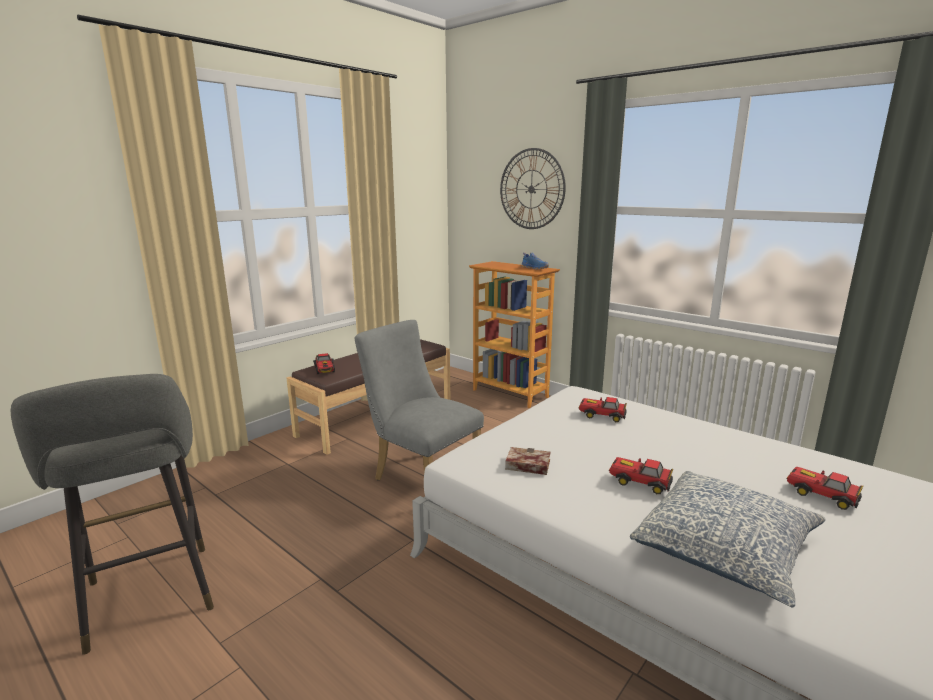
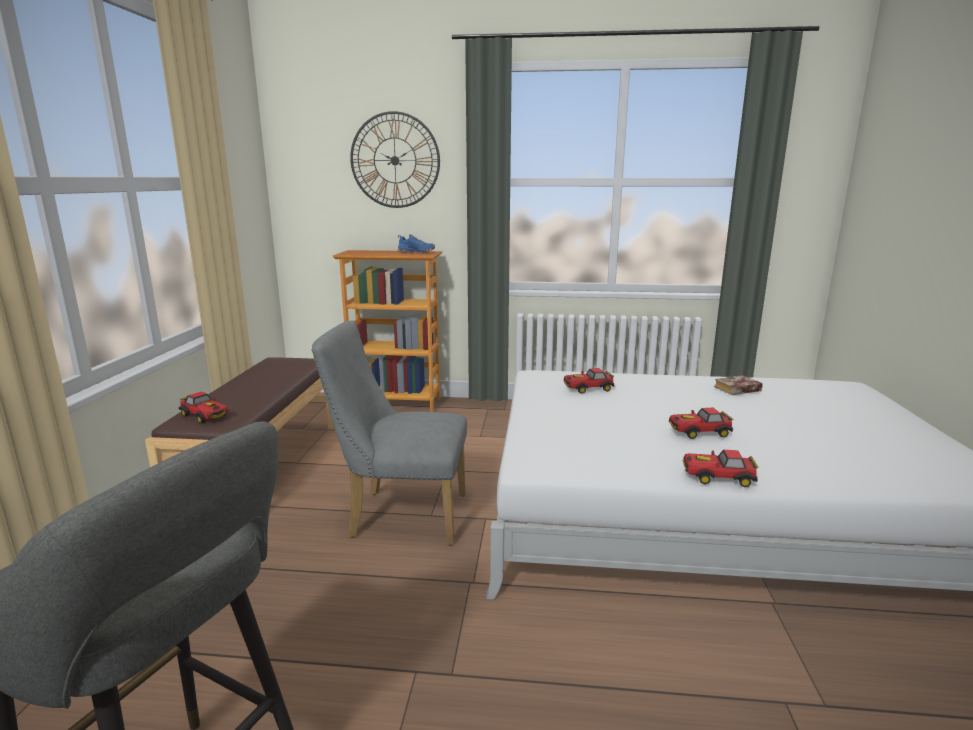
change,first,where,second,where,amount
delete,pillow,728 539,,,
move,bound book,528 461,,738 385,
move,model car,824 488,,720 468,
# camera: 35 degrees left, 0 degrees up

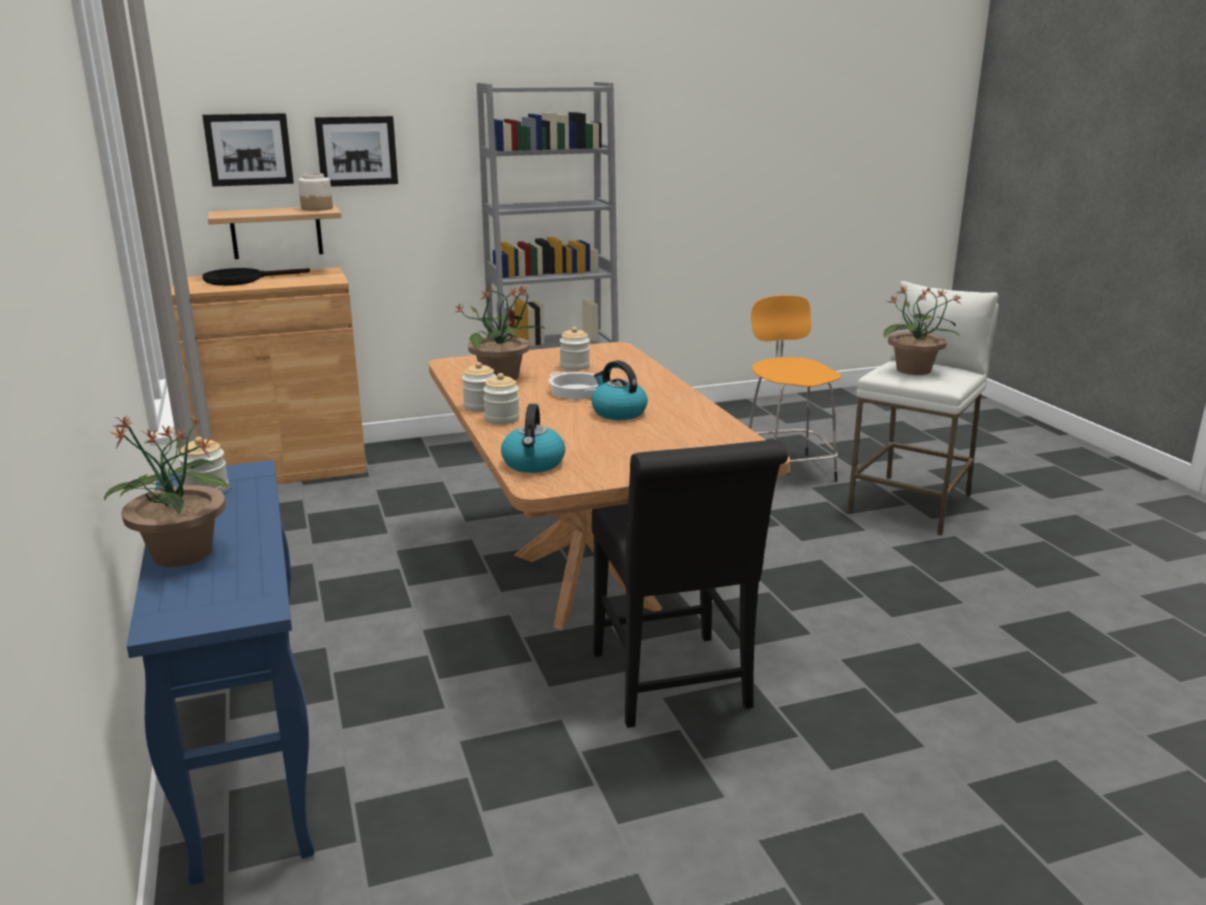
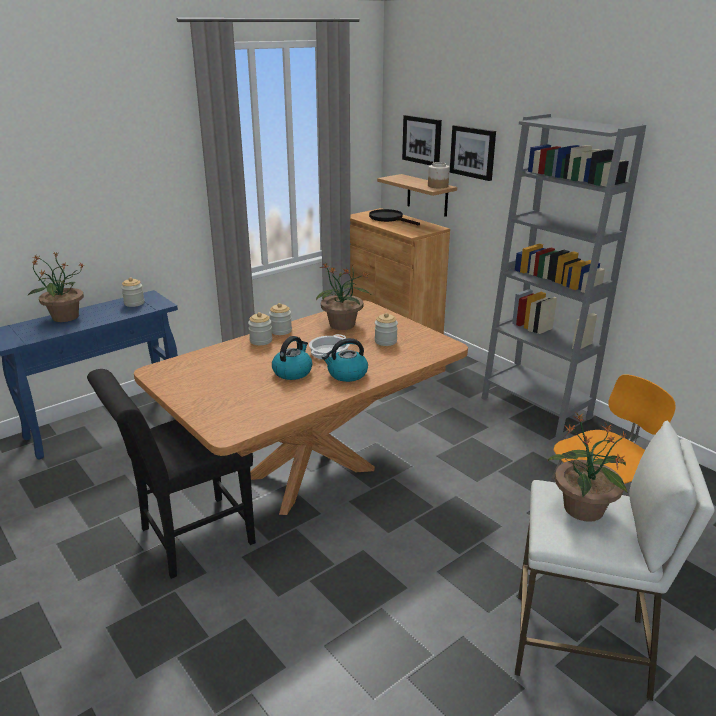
change,first,where,second,where,amount
move,water kettle,533 438,,345 360,
# camera: 70 degrees right, 5 degrees up

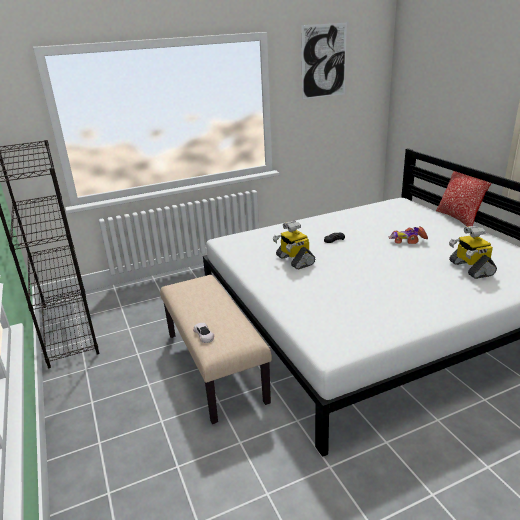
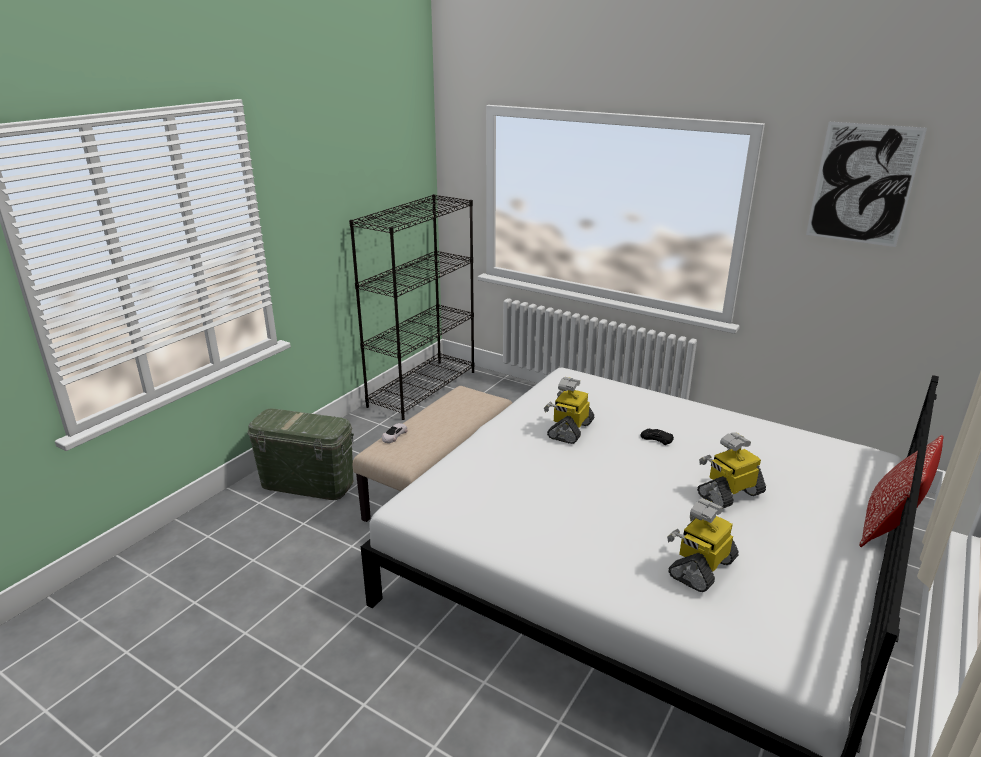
change,first,where,second,where,amount
insert,,,greenish storage box,300 454,
replace,model car,408 235,robot figure,731 470,
# camera: 55 degrees right, 0 degrees up

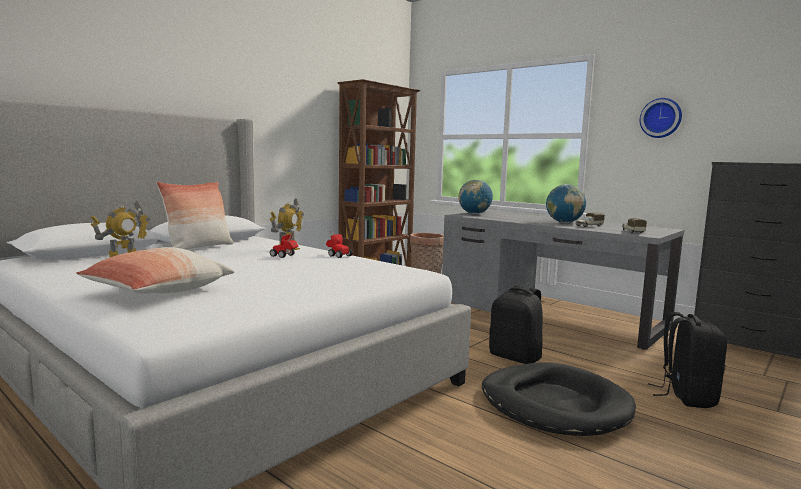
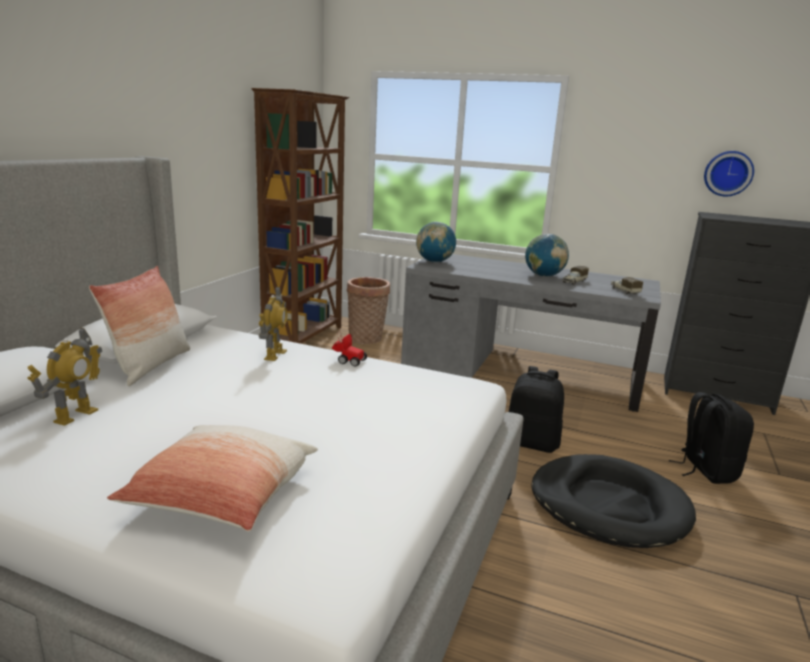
change,first,where,second,where,amount
delete,model car,283 245,,,
move,hanging clock,661 118,,729 174,
# camera: 20 degrees left, 10 degrees up

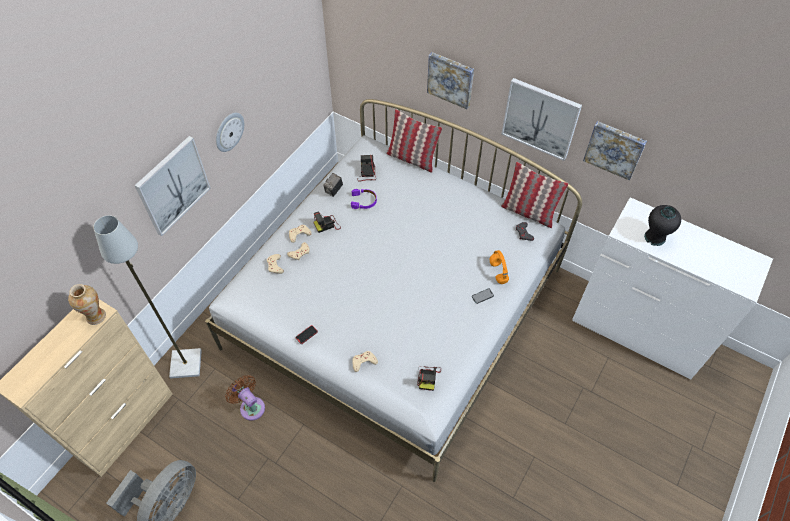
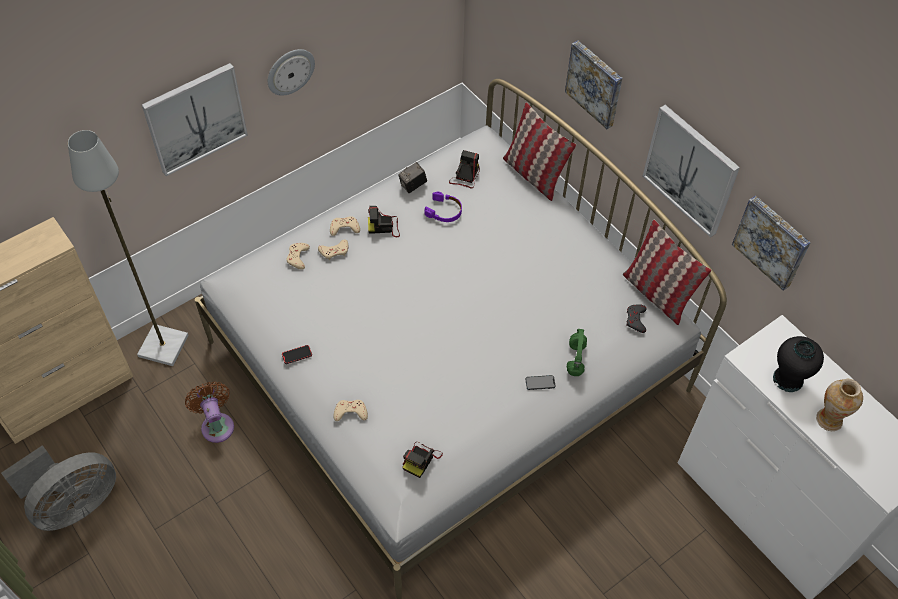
change,first,where,second,where,amount
move,flower vase,87 304,,839 405,
recolor,orange headphones,499 267,greenish headphones,576 352,
# camera: 20 degrees right, 0 degrees up

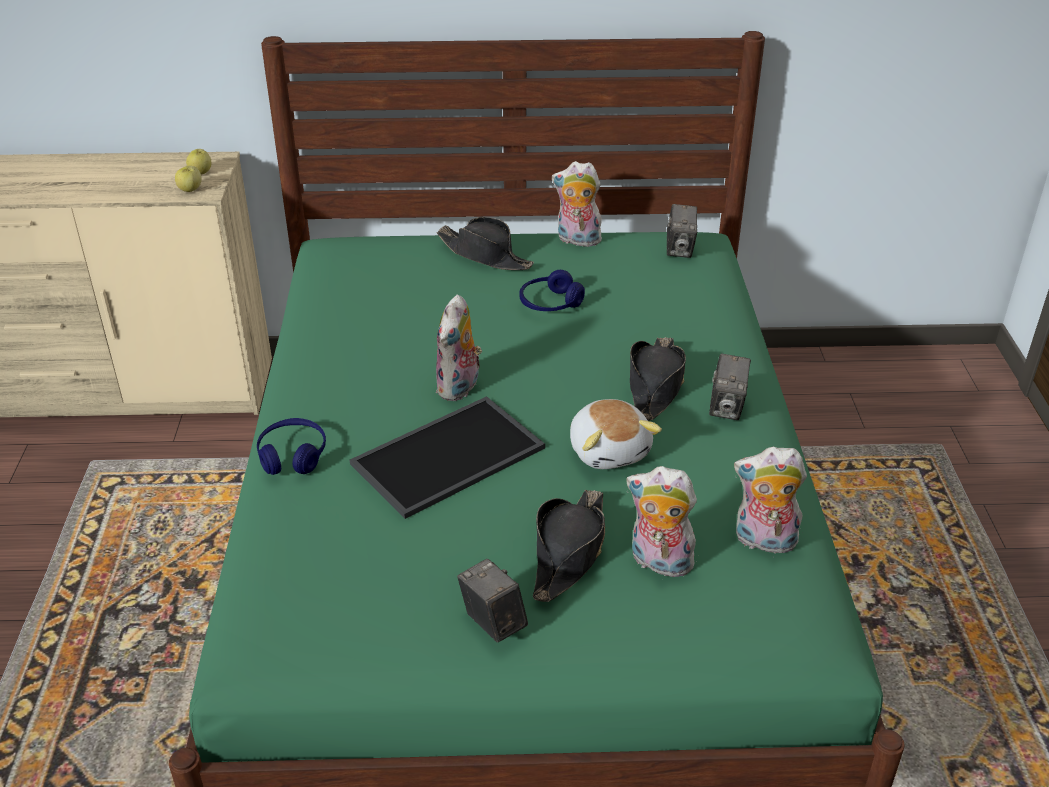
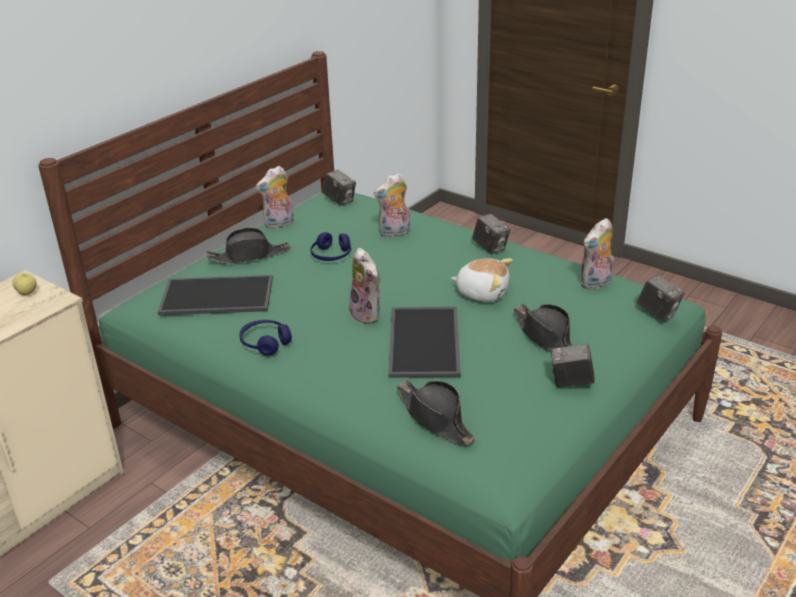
change,first,where,second,where,amount
delete,apple fruit,188 179,,,
insert,,,carrying tray,215 295,
insert,,,still camera,661 298,
move,blue headphones,291 446,,265 338,
move,plush toy,664 523,,391 205,
move,black wearable hat,658 379,,436 412,
# camera: 50 degrees left, 5 degrees down

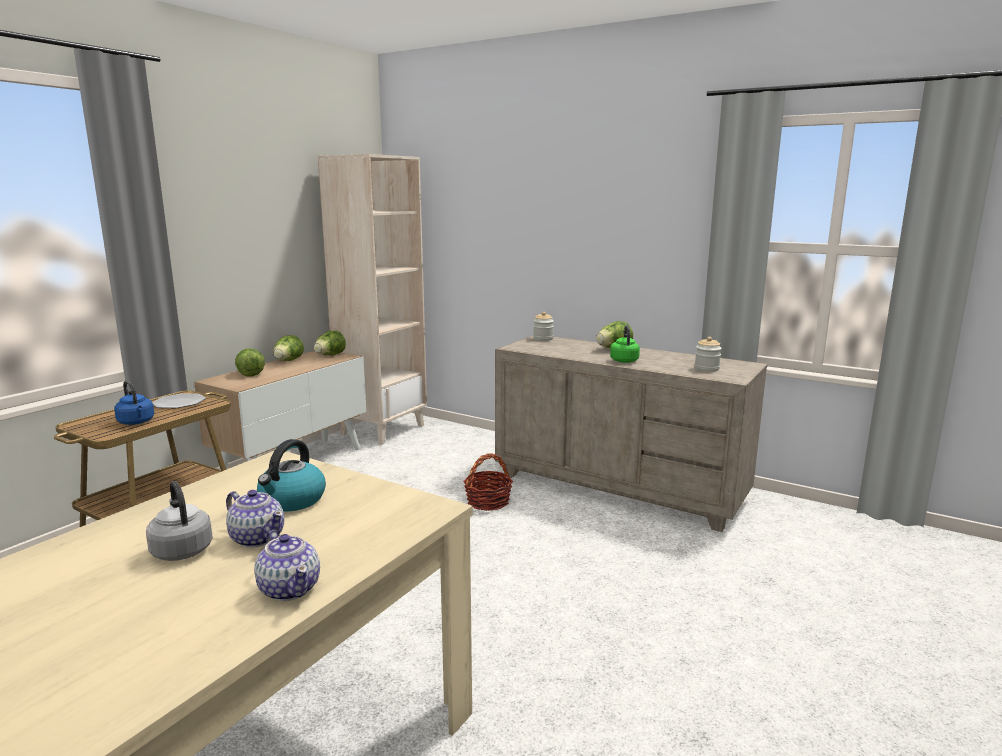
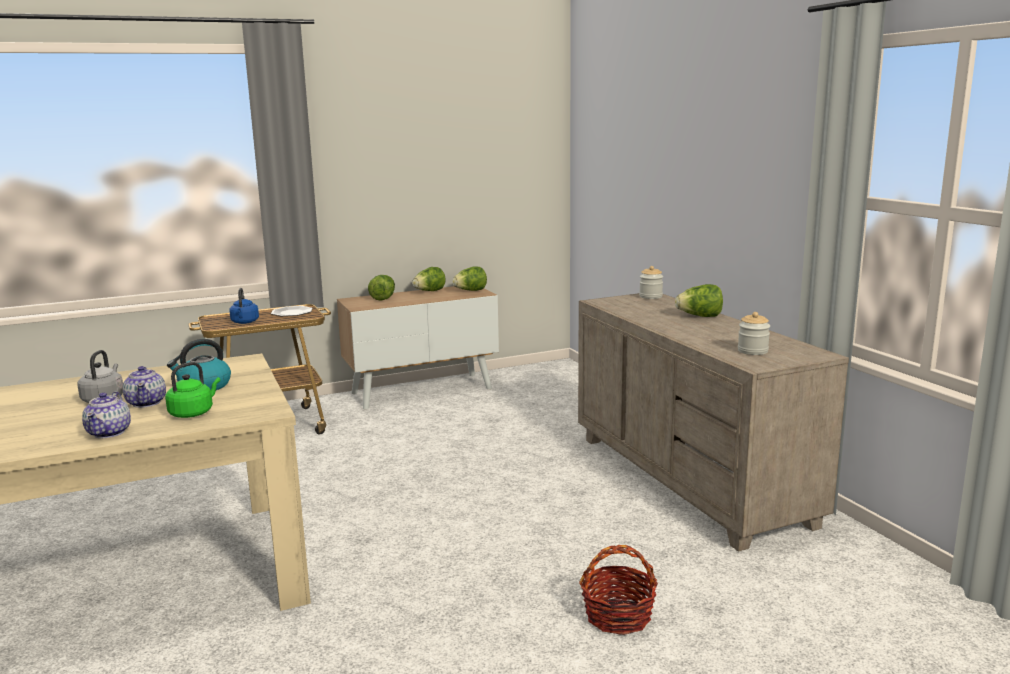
change,first,where,second,where,amount
delete,sand-coloured bookshelf,372 299,,,
move,household basket,488 482,,618 590,
move,greenish water kettle,625 344,,192 390,
# camera: 35 degrees right, 0 degrees up

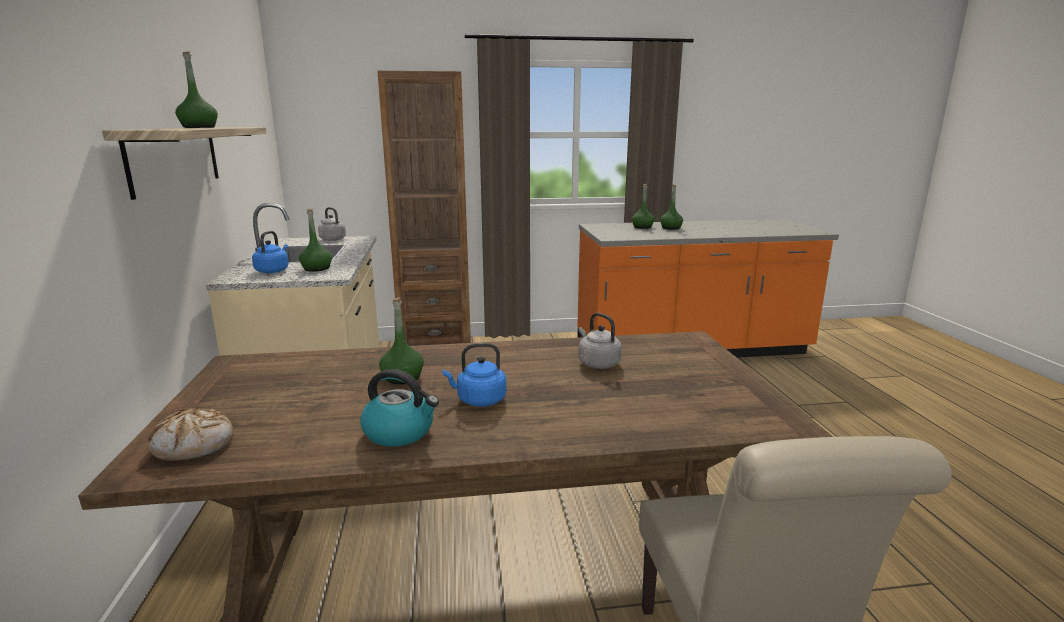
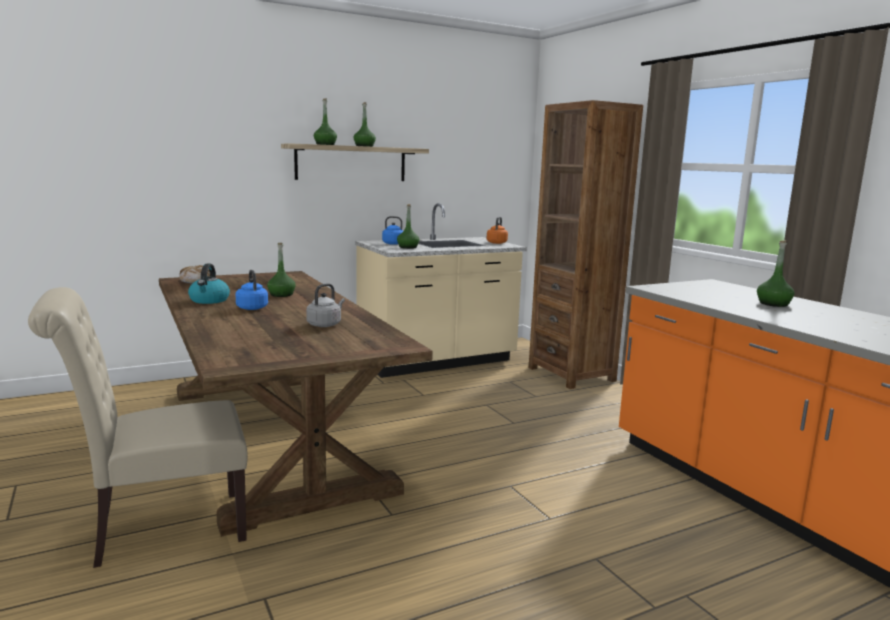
change,first,where,second,where,amount
move,greenish beverage bottle,643 206,,325 121,
recolor,gray water kettle,332 224,orange water kettle,497 230,
# camera: 70 degrees right, 5 degrees down

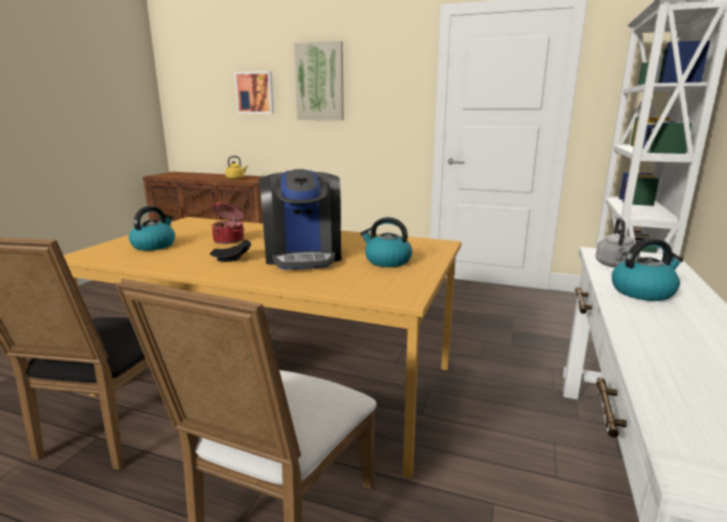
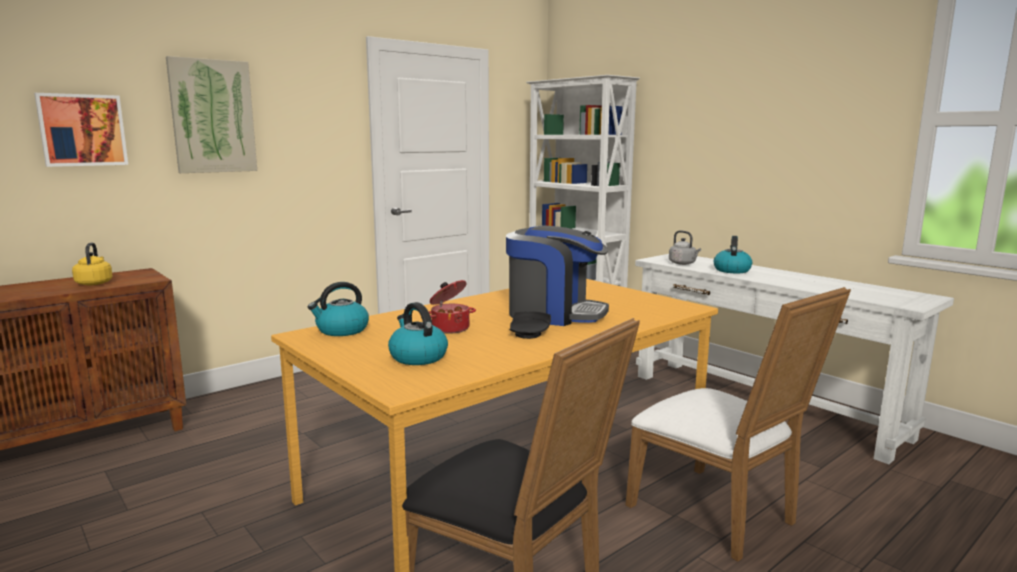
change,first,where,second,where,amount
move,water kettle,386 242,,338 309,
# camera: 60 degrees left, 5 degrees down

